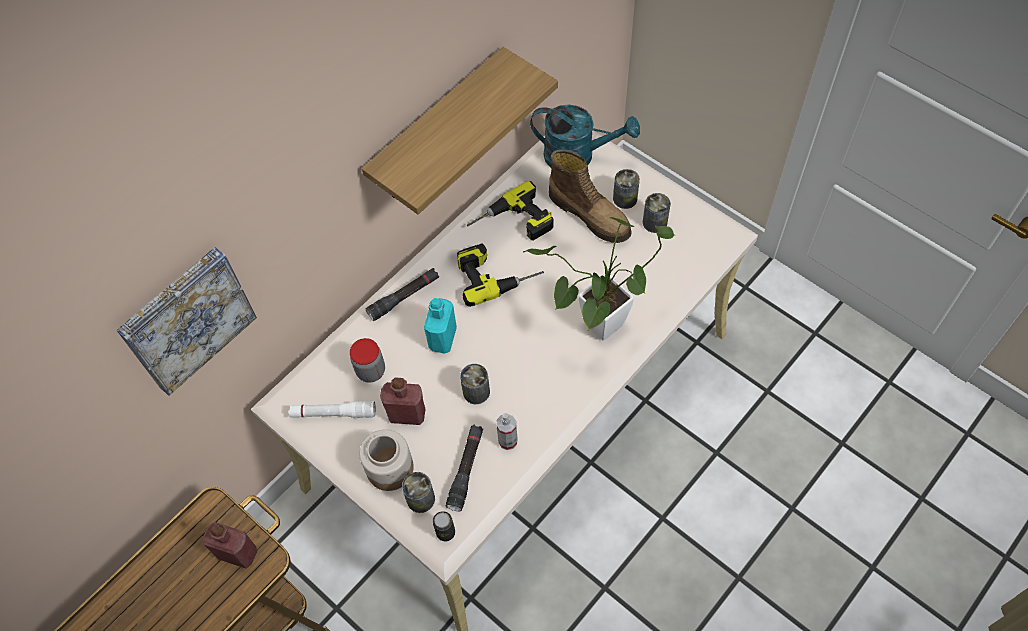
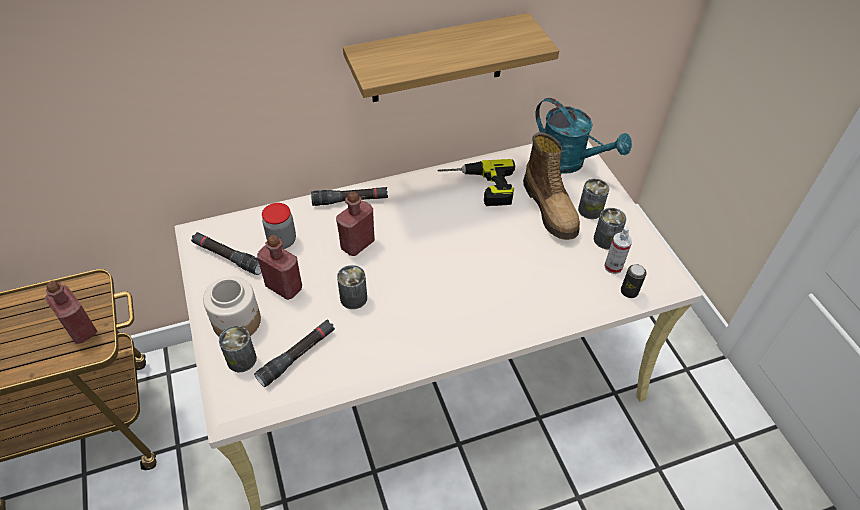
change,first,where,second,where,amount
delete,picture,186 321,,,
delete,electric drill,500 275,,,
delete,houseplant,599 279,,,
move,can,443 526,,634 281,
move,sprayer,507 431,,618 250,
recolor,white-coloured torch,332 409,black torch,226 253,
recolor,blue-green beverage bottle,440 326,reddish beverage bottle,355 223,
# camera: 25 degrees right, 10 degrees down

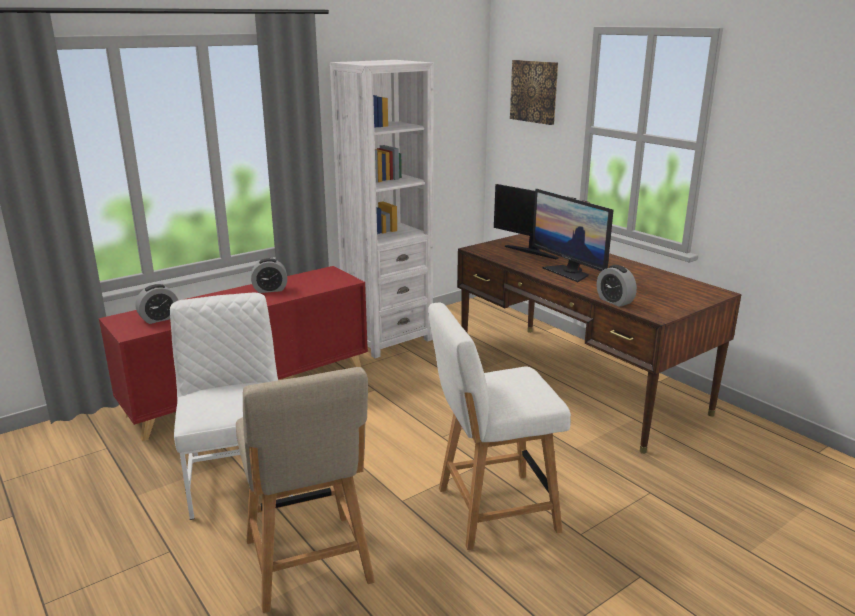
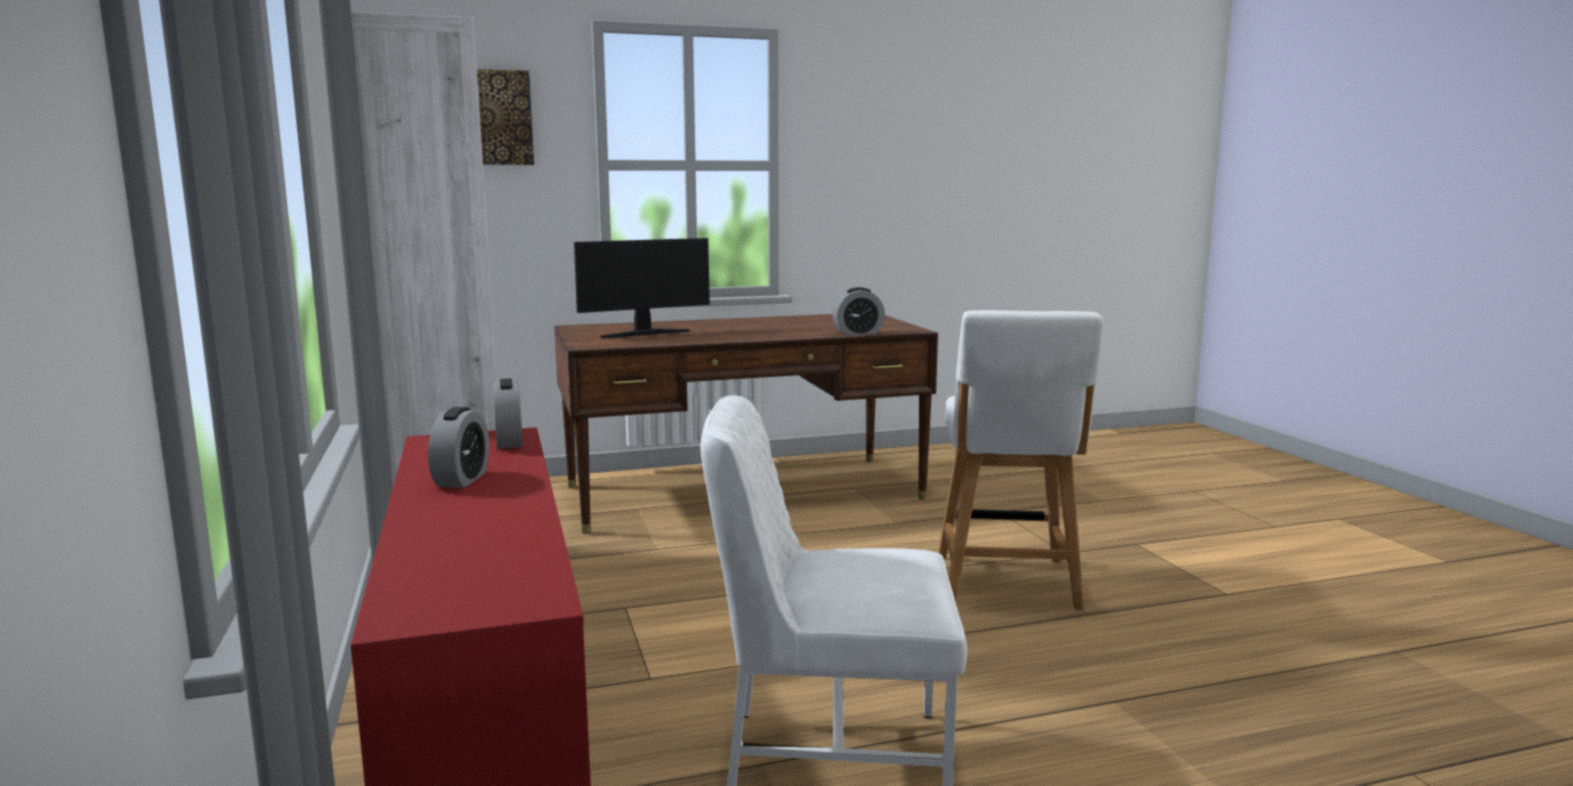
change,first,where,second,where,amount
delete,sand-coloured plain chair,305 490,,,
delete,monitor,573 235,,,
move,alarm clock,157 304,,508 413,
# camera: 70 degrees left, 10 degrees down

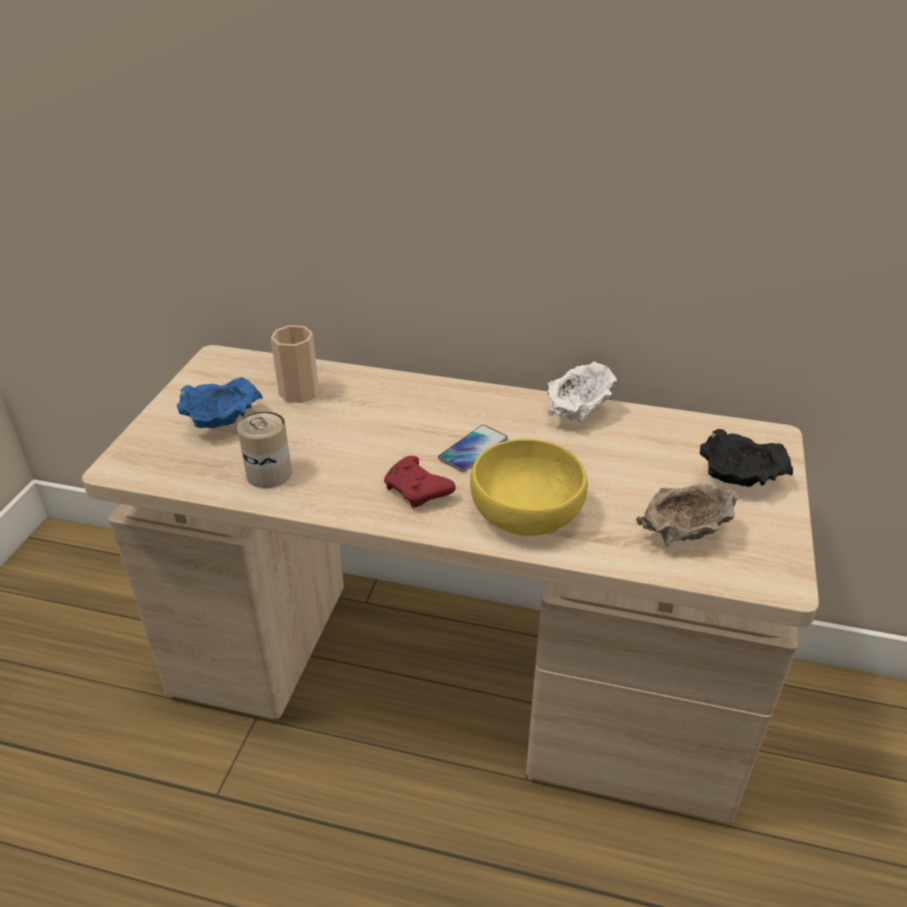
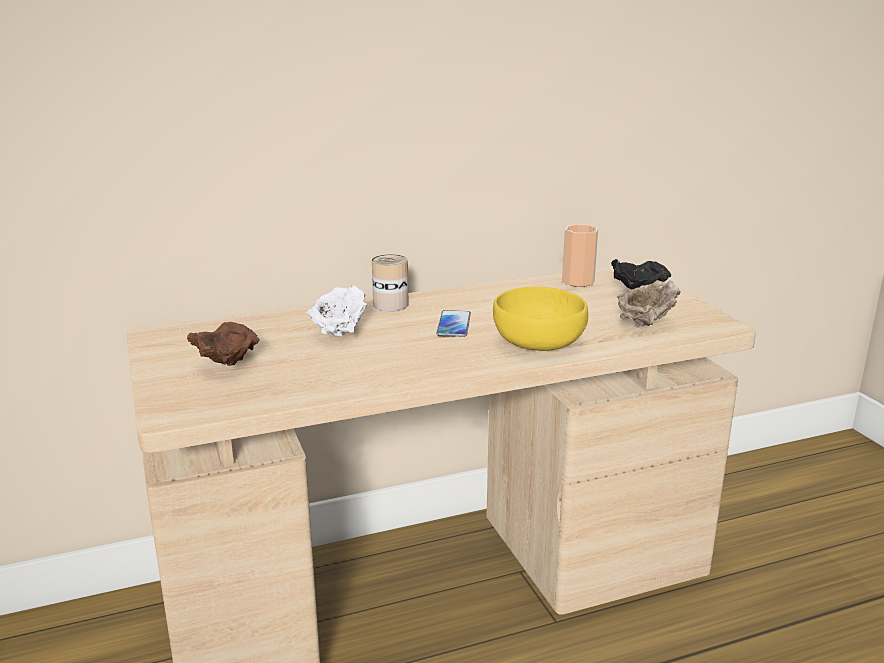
change,first,where,second,where,amount
delete,reddish gamepad,420 482,,,
move,can,264 450,,390 282,
move,drinking cup,295 364,,580 255,
move,white-coloured serving bowl,582 392,,336 310,
recolor,blue serving bowl,219 402,brown-coloured serving bowl,223 344,
# camera: 35 degrees left, 15 degrees down

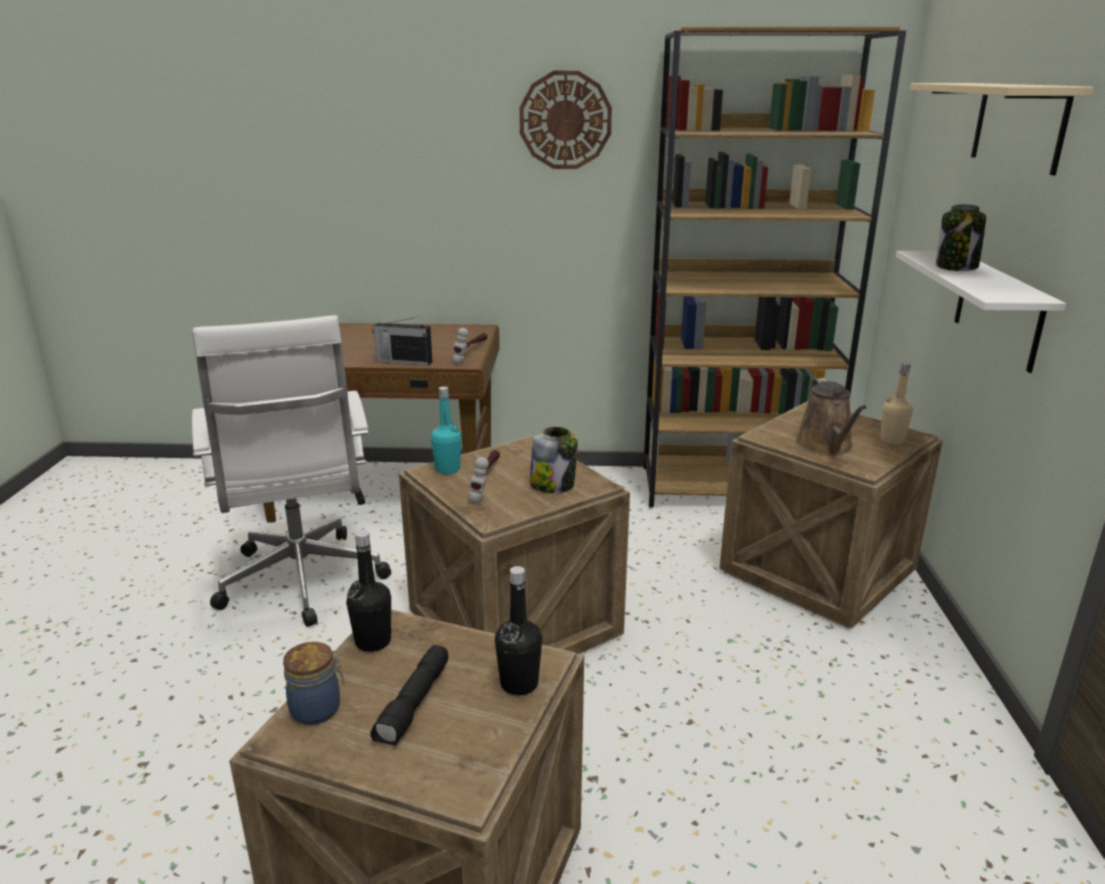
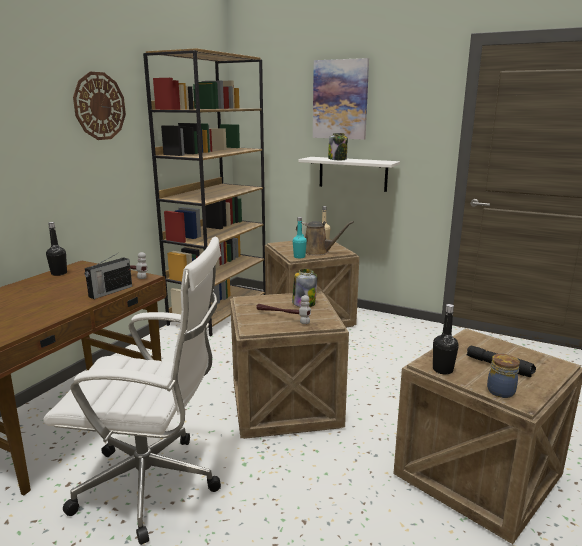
change,first,where,second,where,amount
move,blue-green beverage bottle,446 430,,300 237,
move,black beverage bottle,518 630,,56 249,
replace,sand-coloured bracket shelf,1001 129,picture,341 99,
# camera: 65 degrees left, 5 degrees down

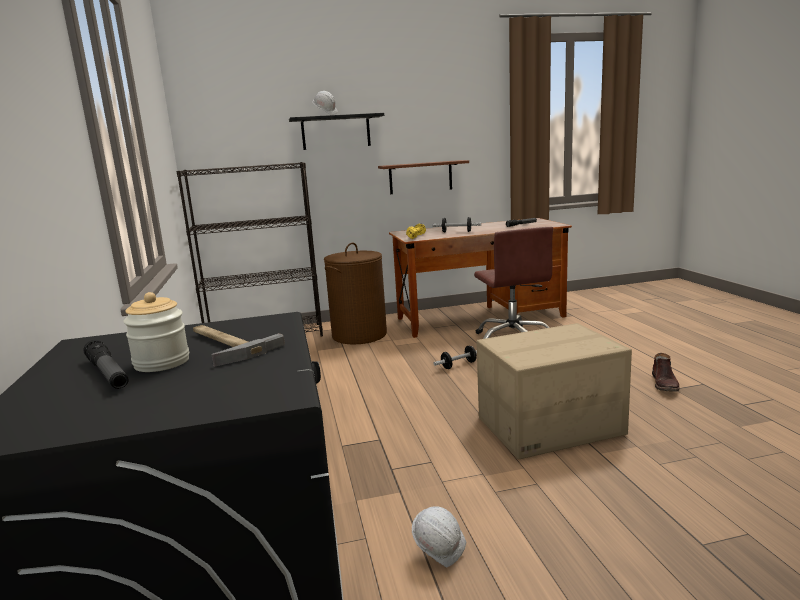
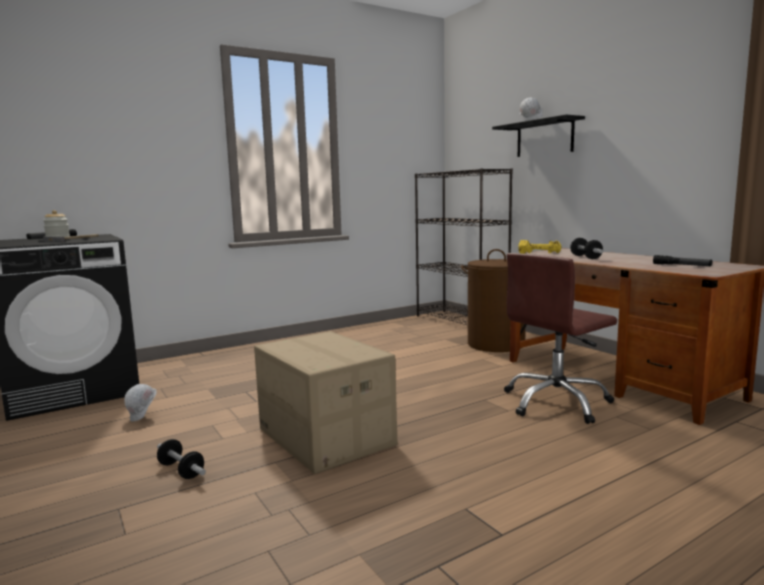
change,first,where,second,where,amount
delete,brown-coloured bracket shelf,423 177,,,
delete,brown-coloured boot,666 372,,,
move,free weight,455 357,,181 459,
# camera: 70 degrees right, 5 degrees down

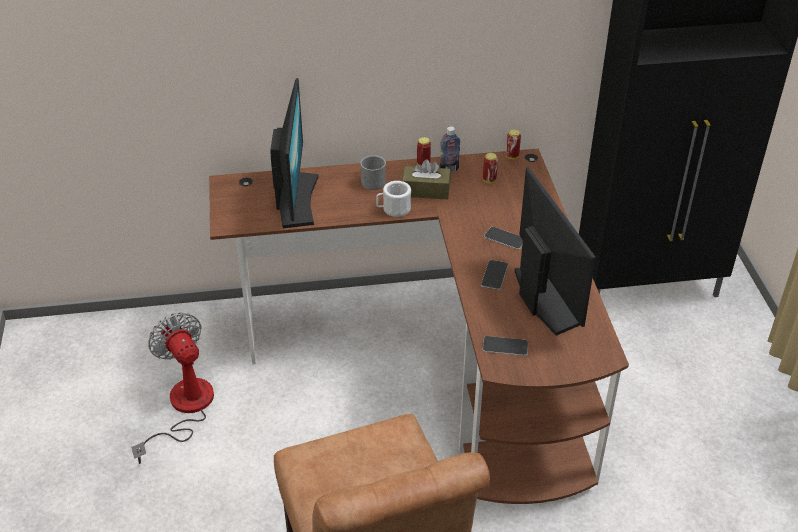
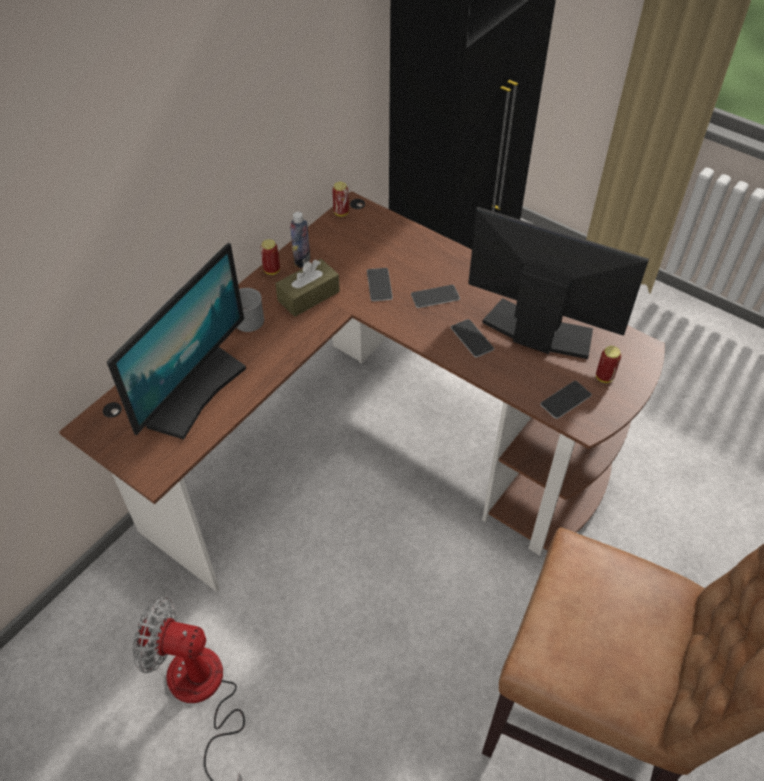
change,first,where,second,where,amount
delete,white-coloured mug,393 199,,,
insert,,,phone,380 284,
move,can,490 168,,608 364,
rotate,monitor,294 153,,176 341,75 degrees clockwise
# camera: 45 degrees left, 10 degrees up

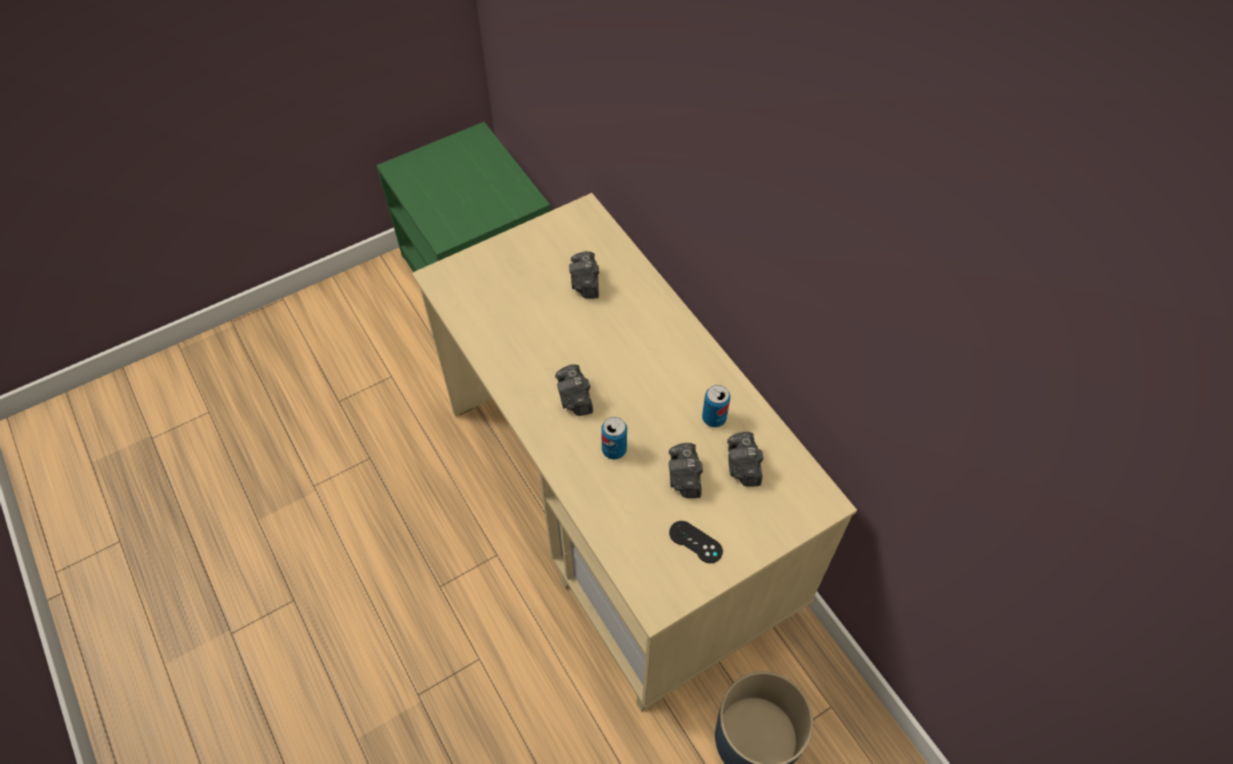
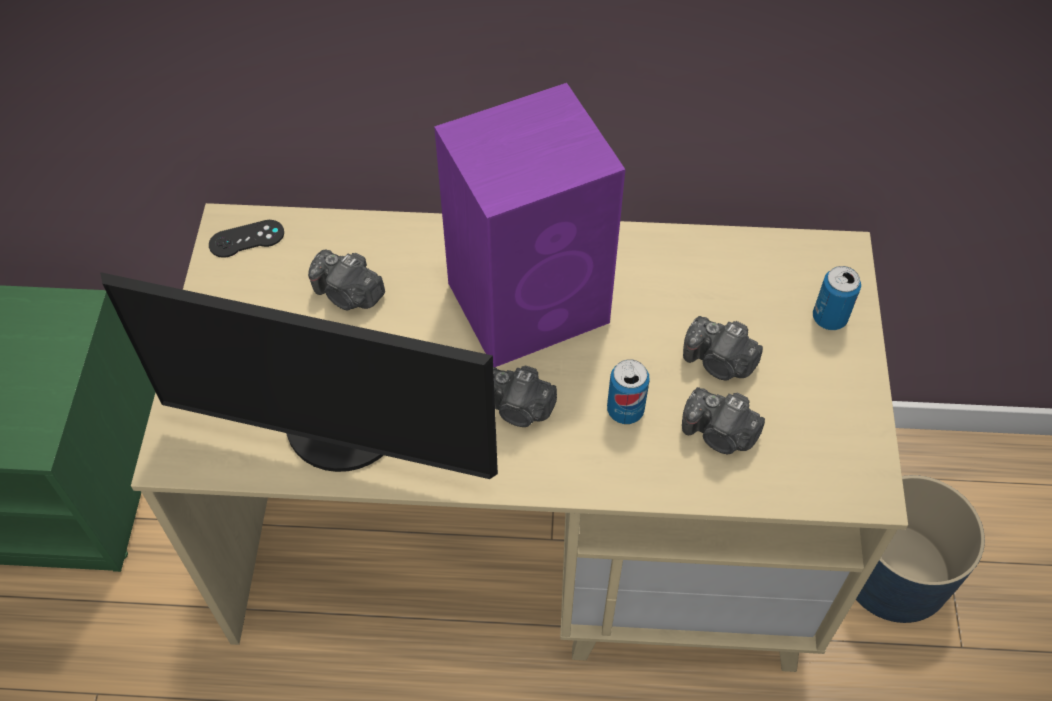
change,first,where,second,where,amount
insert,,,monitor,299 375,
insert,,,purple speaker,529 225,
move,black gamepad,696 542,,246 239,
move,can,716 406,,837 298,
move,still camera,745 459,,723 420,
# camera: 55 degrees left, 0 degrees up

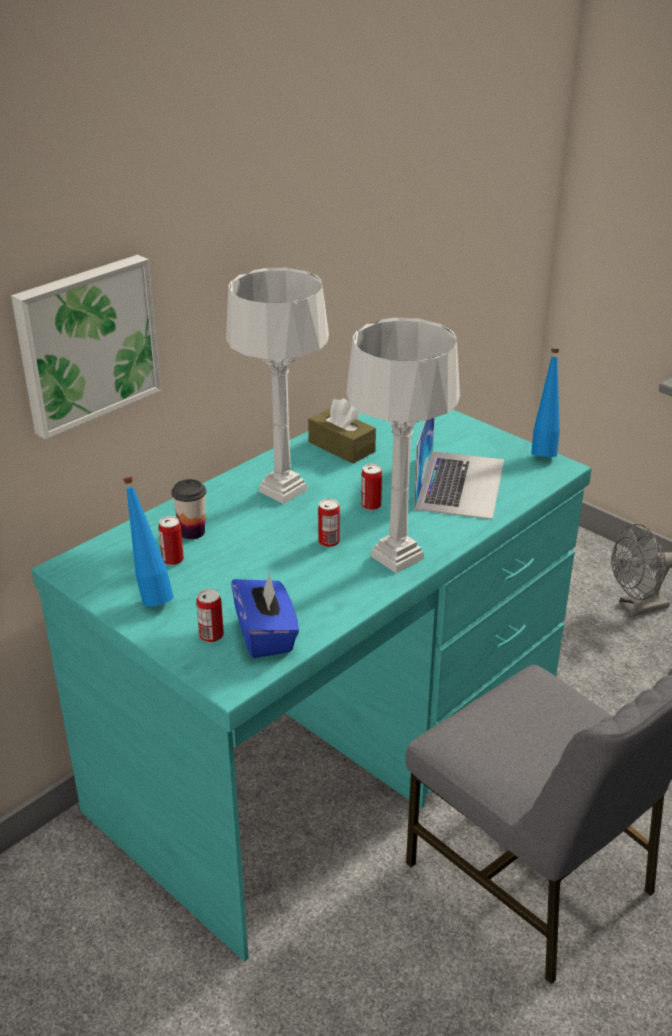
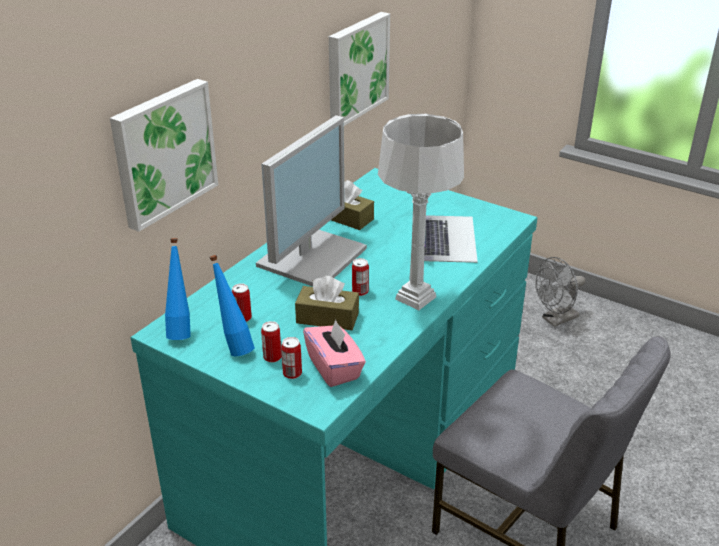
change,first,where,second,where,amount
delete,drinking cup,188 509,,,
insert,,,brown-coloured box of tissues,327 303,
insert,,,picture,359 69,
move,can,371 487,,271 342,
move,blue beverage bottle,545 402,,178 289,
replace,gray tabletop lamp,277 386,monitor,311 201,
recolor,blue box of tissues,265 615,pinkish box of tissues,334 353,
# camera: 10 degrees left, 0 degrees up

